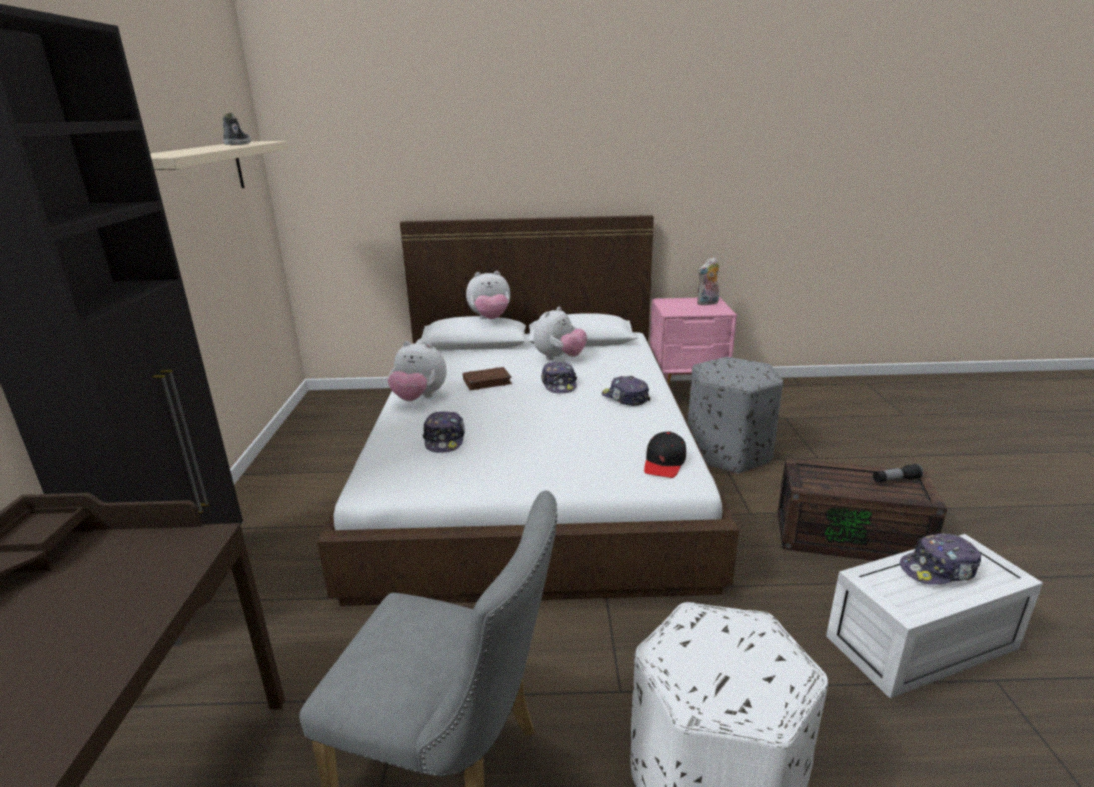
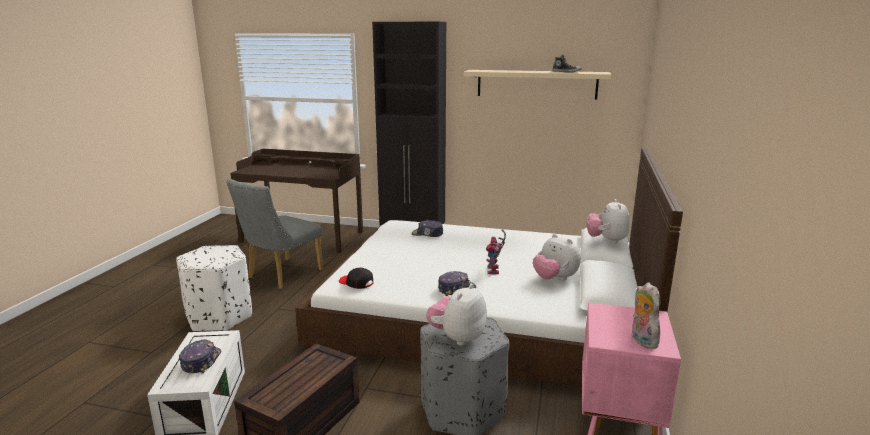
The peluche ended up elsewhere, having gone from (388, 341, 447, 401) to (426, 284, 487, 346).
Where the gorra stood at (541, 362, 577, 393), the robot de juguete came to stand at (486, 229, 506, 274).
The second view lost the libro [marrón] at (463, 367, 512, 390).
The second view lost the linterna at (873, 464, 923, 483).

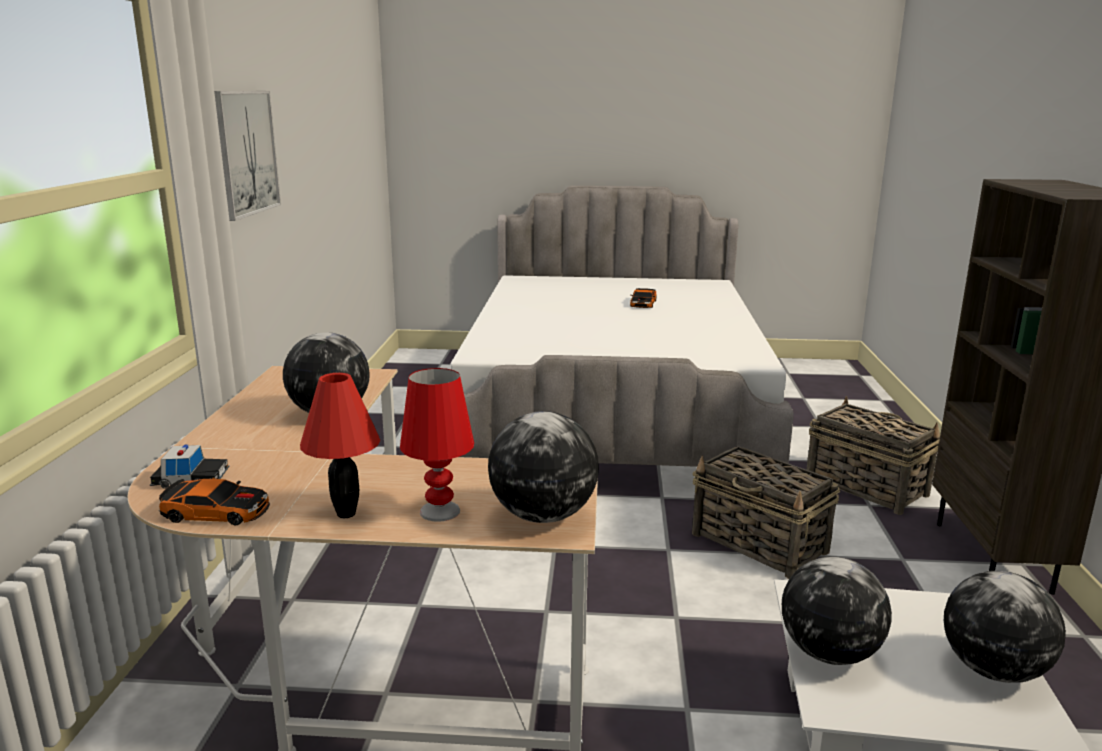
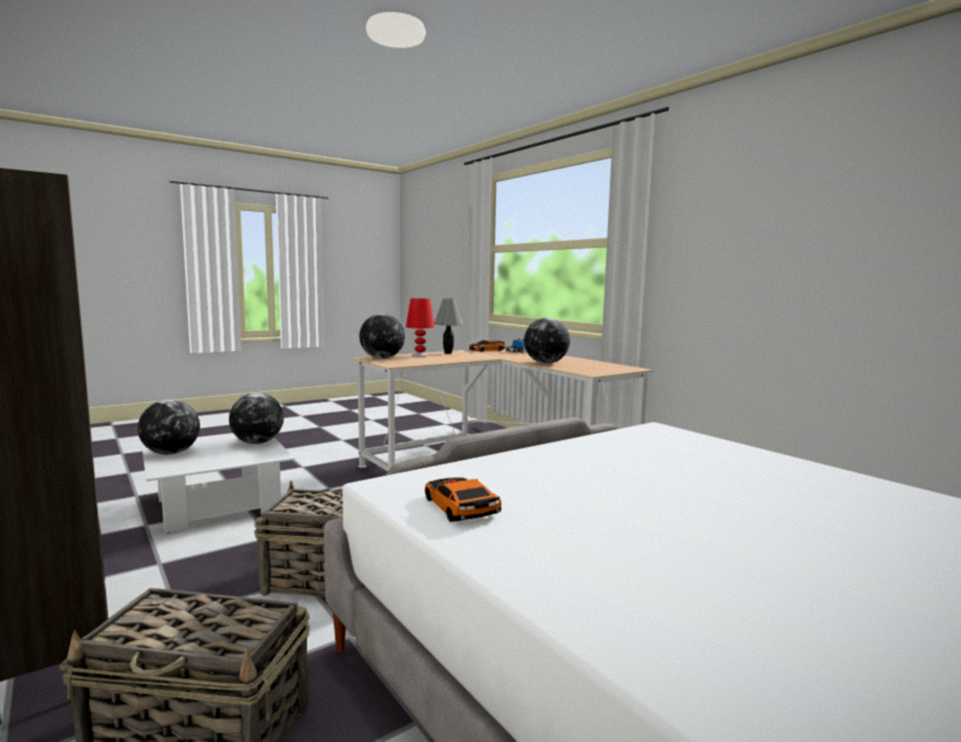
The coche de juguete ended up elsewhere, having gone from (630, 288, 657, 308) to (425, 477, 501, 522).
What was the lámpara de mesa [rojo] at (300, 373, 380, 518) turned into the lámpara de mesa [gris] at (434, 298, 463, 354).
The second view lost the cuadro at (214, 91, 281, 221).

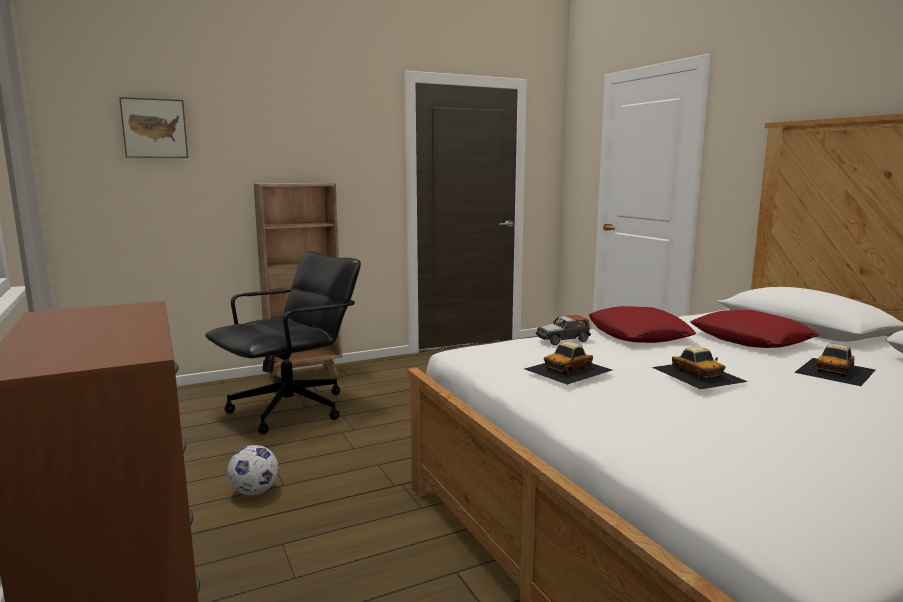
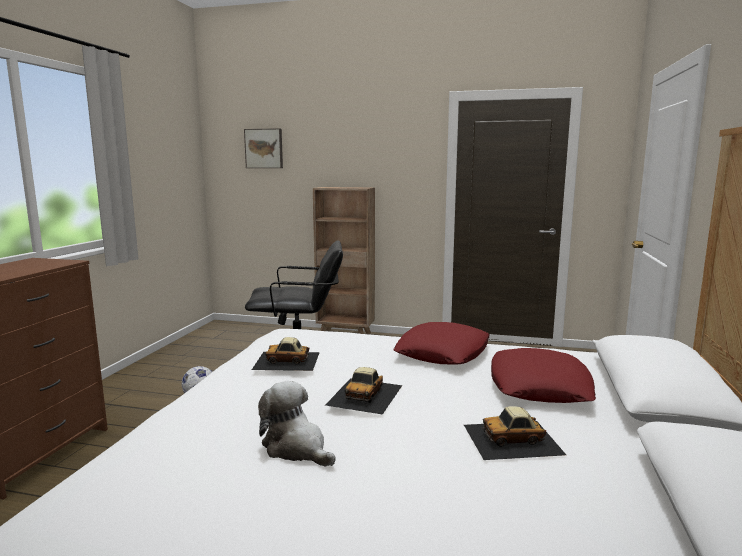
The second view gained the peluche at (258, 381, 336, 466).
The second view lost the coche de juguete at (536, 315, 591, 345).

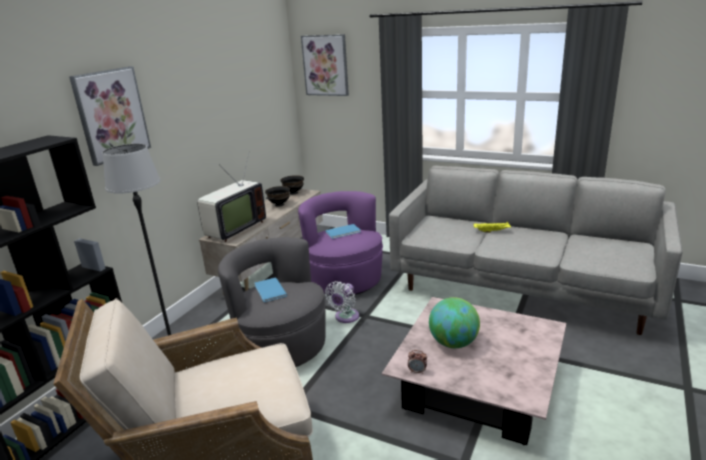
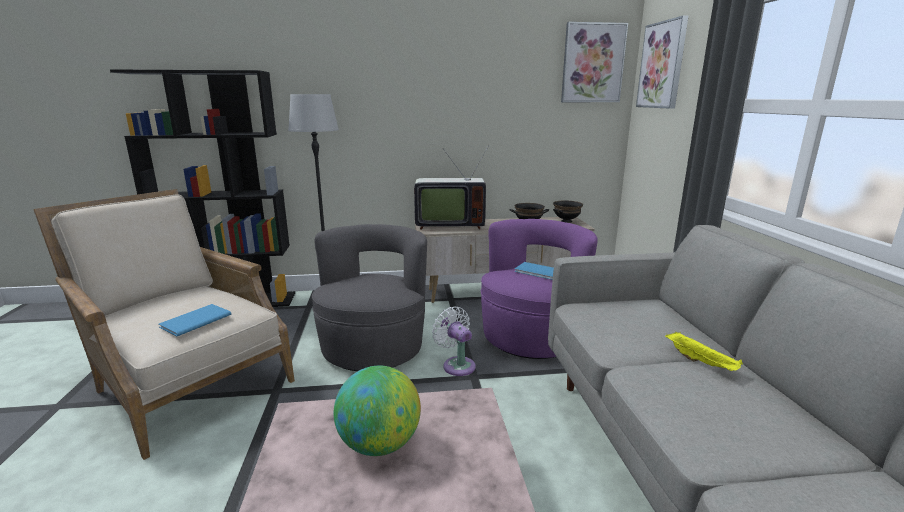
The libro [azul] ended up elsewhere, having gone from (254, 278, 287, 302) to (158, 304, 231, 337).
The ventilador [blanco] at (325, 281, 359, 323) ended up facing another way, 60 degrees clockwise from before.
The cuadro ended up elsewhere, having gone from (69, 66, 151, 166) to (561, 22, 628, 102).
The second view lost the despertador at (408, 350, 427, 374).

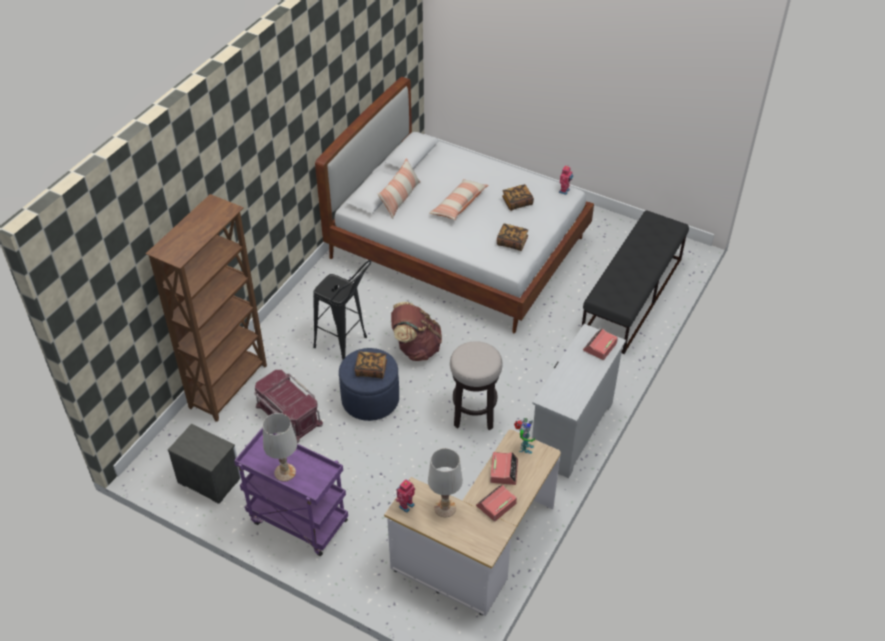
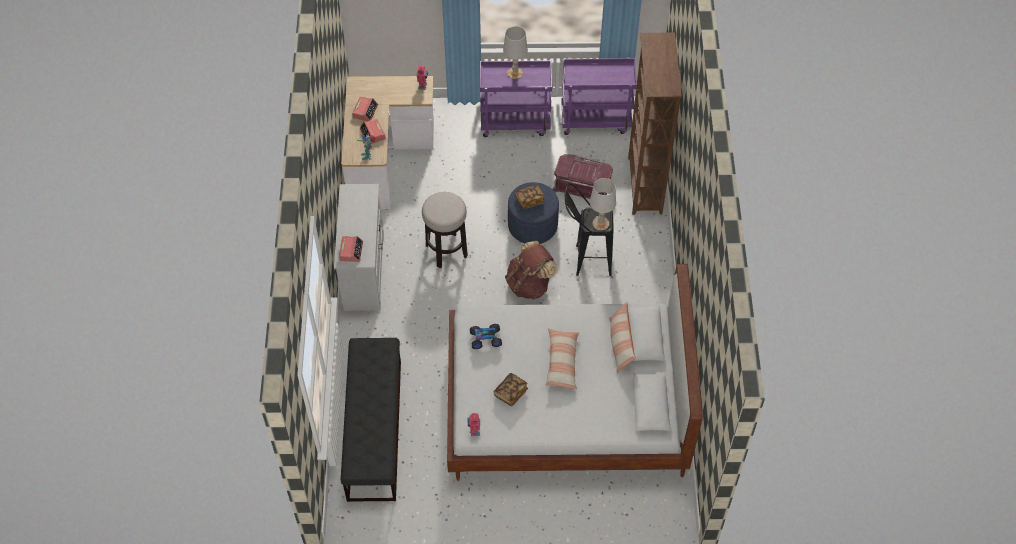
Where the libro stood at (497, 223, 528, 251), the coche de juguete came to stand at (470, 324, 502, 349).
Where the mesita de noche stood at (168, 424, 241, 504), the carrito [morado] came to stand at (561, 57, 637, 135).
The lámpara de mesa [blanco] ended up elsewhere, having gone from (428, 448, 463, 517) to (590, 178, 616, 231).

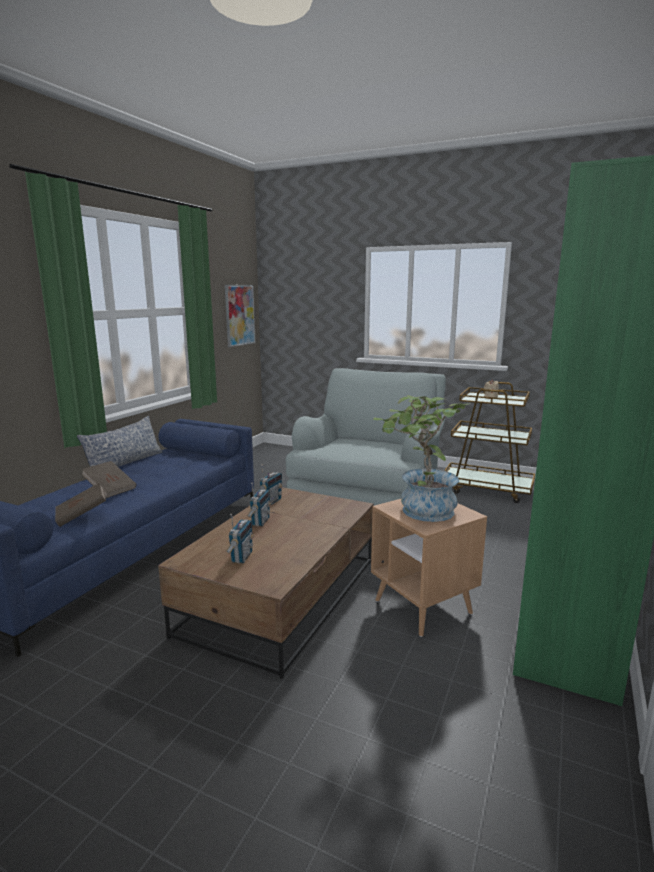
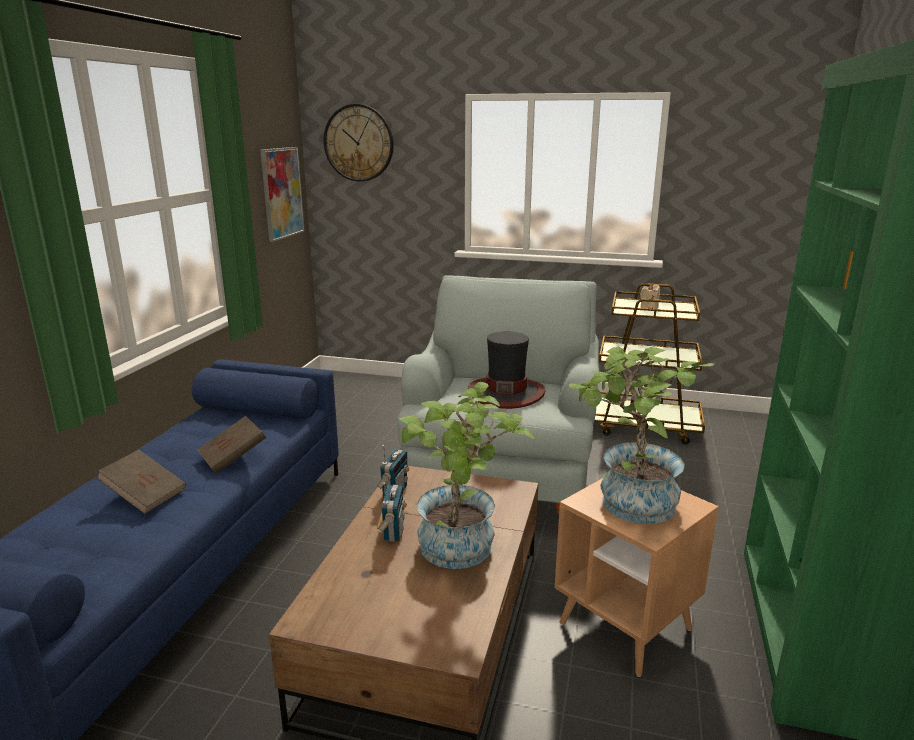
The libro [marrón] ended up elsewhere, having gone from (55, 483, 106, 527) to (197, 416, 266, 474).
The second view gained the reloj de pared at (324, 104, 394, 182).
The second view gained the planta en maceta at (399, 382, 535, 569).
The second view gained the sombrero at (468, 332, 546, 409).
The second view lost the cojín at (77, 416, 163, 467).
The second view lost the radio at (226, 514, 254, 564).

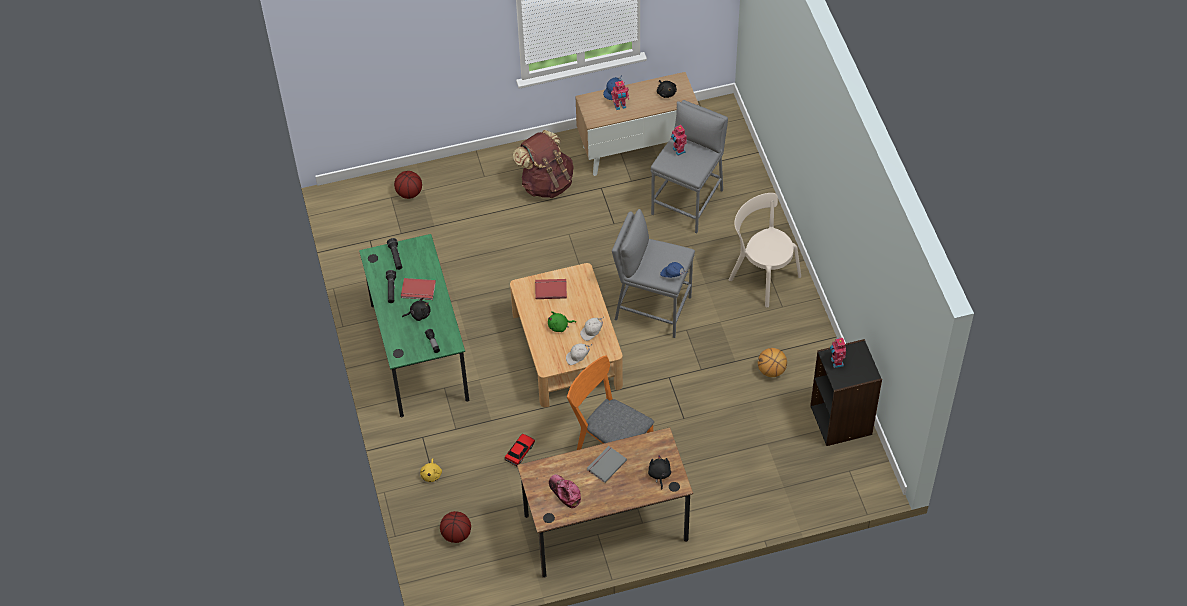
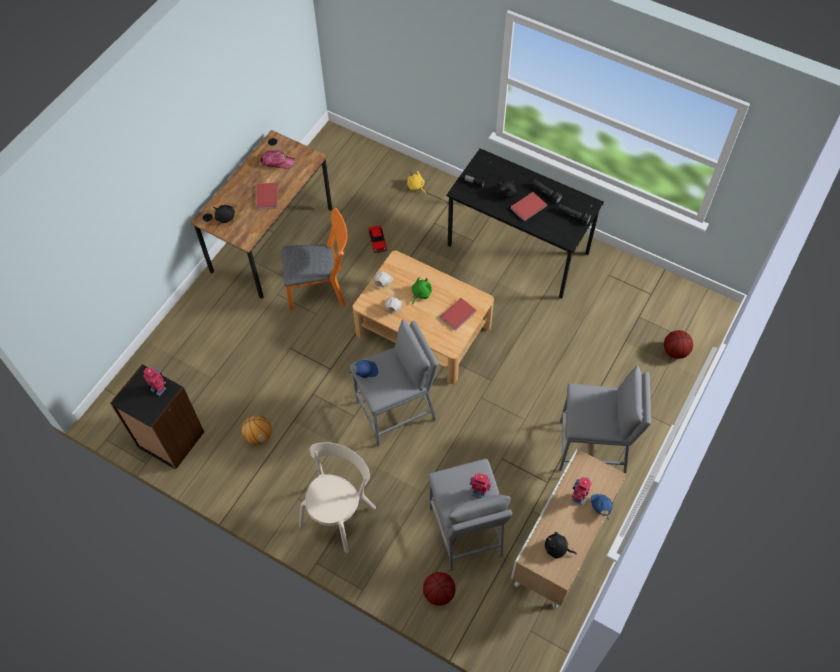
What was the libro [gris] at (587, 446, 627, 483) turned into the libro [rojo] at (256, 183, 278, 209).
The silla [beis] at (728, 193, 801, 307) ended up facing another way, 60 degrees counterclockwise from before.
The balón de baloncesto ended up elsewhere, having gone from (440, 511, 471, 543) to (423, 572, 456, 606).
What was the escritorio [verde] at (359, 234, 469, 417) turned into the escritorio [negro] at (446, 148, 604, 299).
Where the mochila [marrón] stood at (513, 130, 574, 198), the taburete [gris] came to stand at (559, 366, 651, 473).

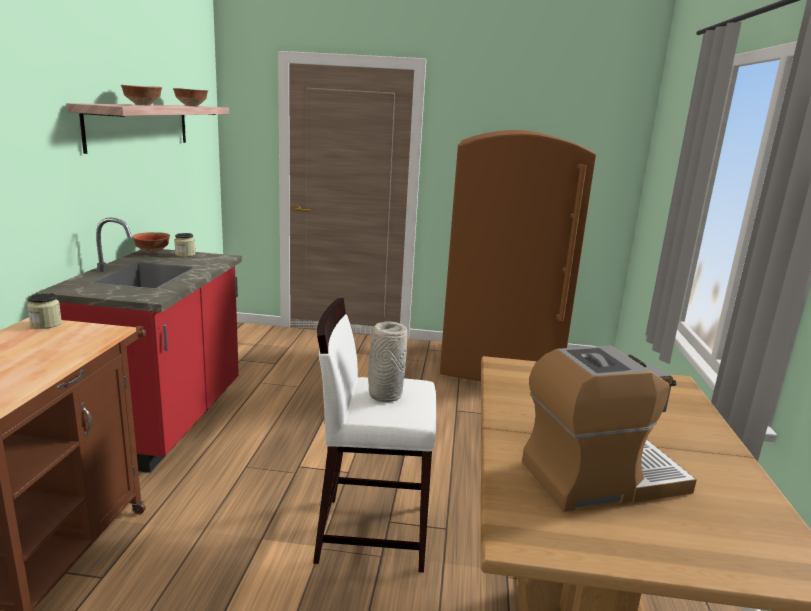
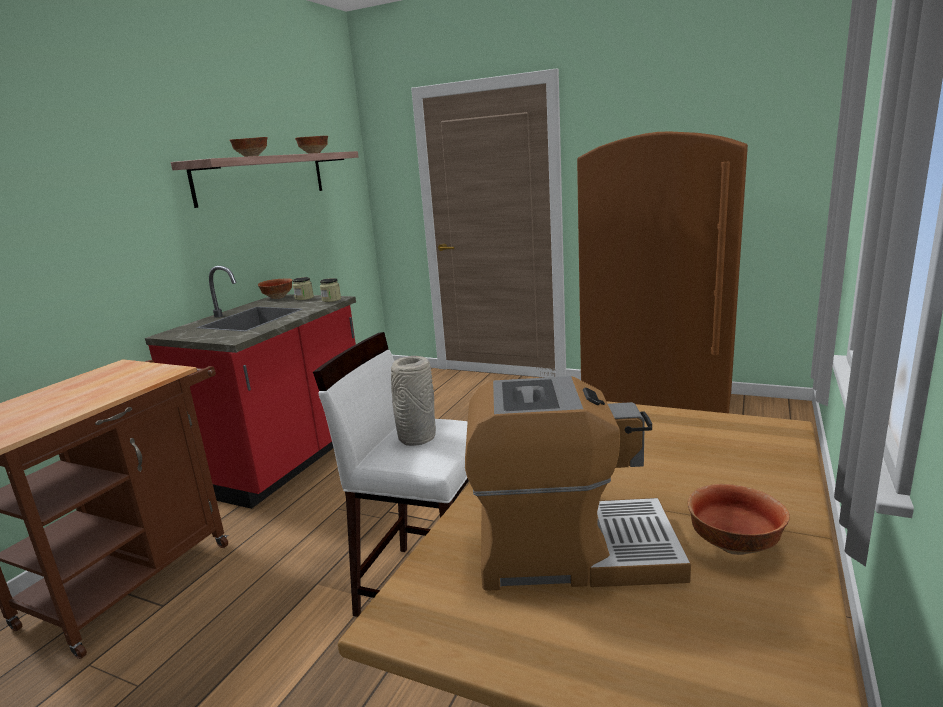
The tarro ended up elsewhere, having gone from (27, 293, 62, 329) to (320, 278, 341, 302).
The second view gained the cuenco at (688, 484, 790, 555).

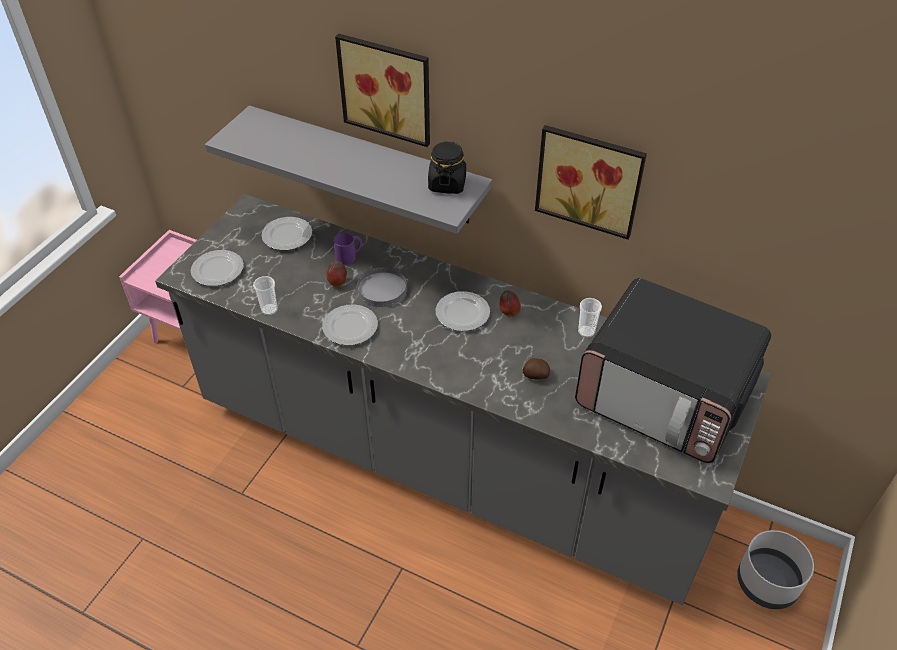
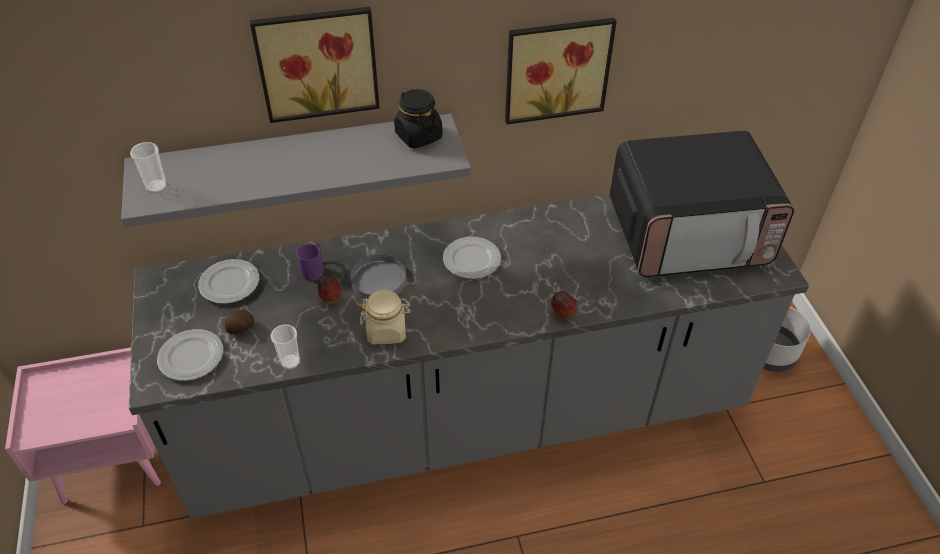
The taza ended up elsewhere, having gone from (578, 298, 602, 338) to (130, 142, 167, 193).
The patata ended up elsewhere, having gone from (523, 358, 550, 380) to (225, 310, 254, 335).
Where the plato stood at (322, 305, 378, 345), the tarro [beis] came to stand at (360, 290, 411, 344).
The manzana ended up elsewhere, having gone from (500, 290, 521, 317) to (551, 291, 577, 318).

